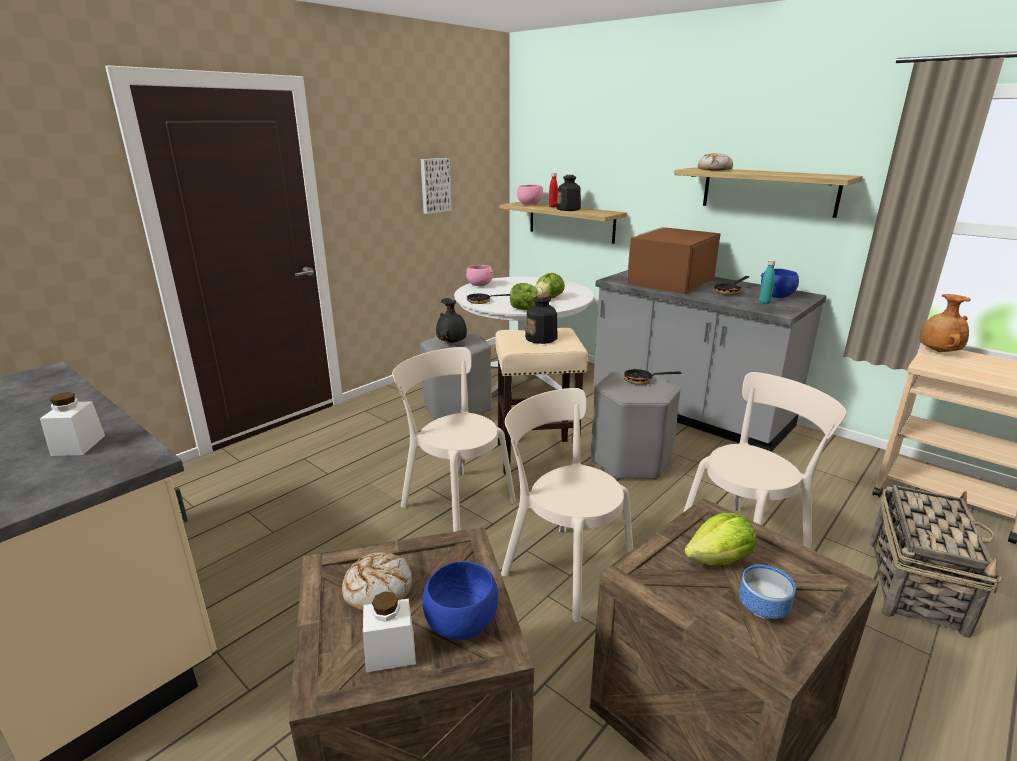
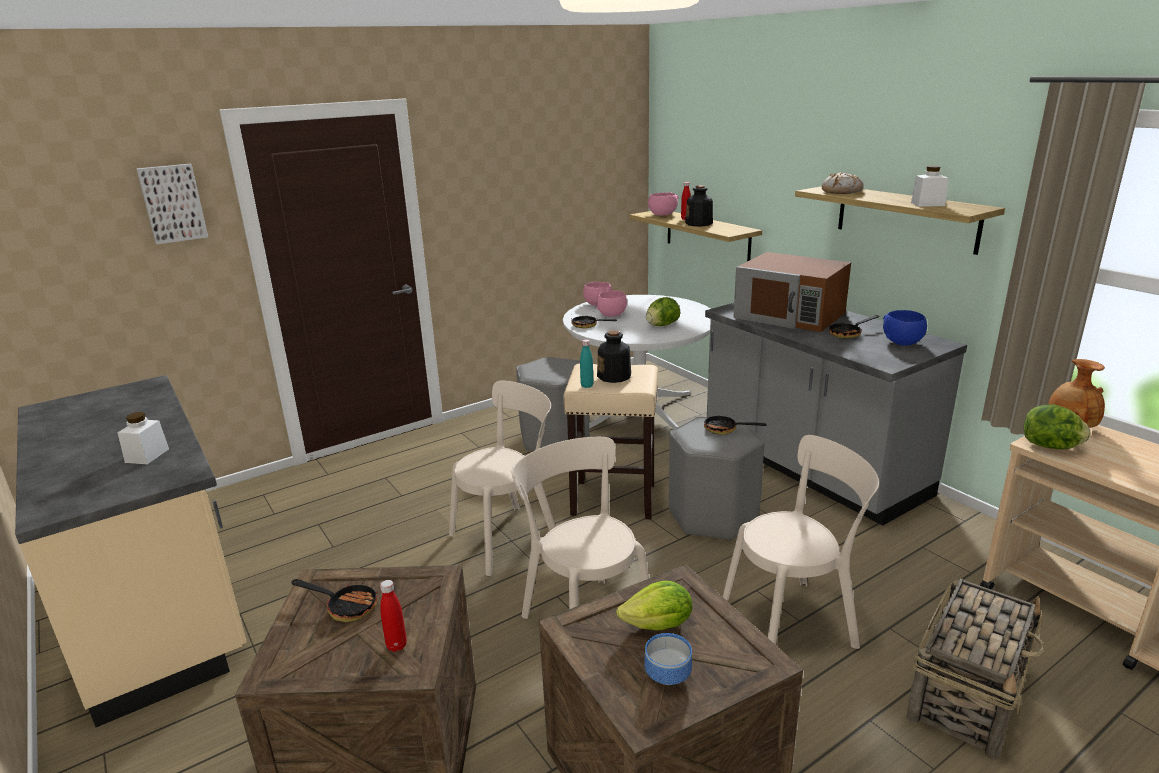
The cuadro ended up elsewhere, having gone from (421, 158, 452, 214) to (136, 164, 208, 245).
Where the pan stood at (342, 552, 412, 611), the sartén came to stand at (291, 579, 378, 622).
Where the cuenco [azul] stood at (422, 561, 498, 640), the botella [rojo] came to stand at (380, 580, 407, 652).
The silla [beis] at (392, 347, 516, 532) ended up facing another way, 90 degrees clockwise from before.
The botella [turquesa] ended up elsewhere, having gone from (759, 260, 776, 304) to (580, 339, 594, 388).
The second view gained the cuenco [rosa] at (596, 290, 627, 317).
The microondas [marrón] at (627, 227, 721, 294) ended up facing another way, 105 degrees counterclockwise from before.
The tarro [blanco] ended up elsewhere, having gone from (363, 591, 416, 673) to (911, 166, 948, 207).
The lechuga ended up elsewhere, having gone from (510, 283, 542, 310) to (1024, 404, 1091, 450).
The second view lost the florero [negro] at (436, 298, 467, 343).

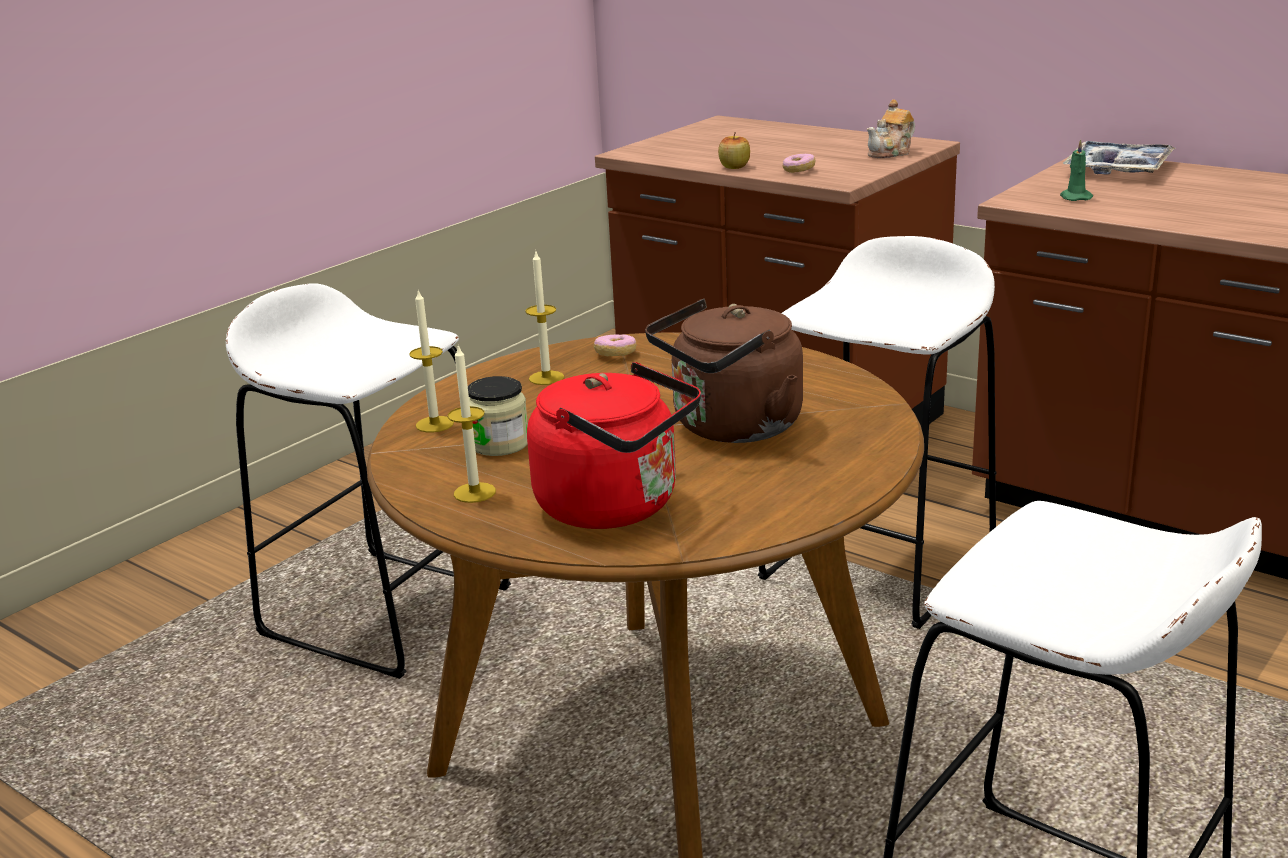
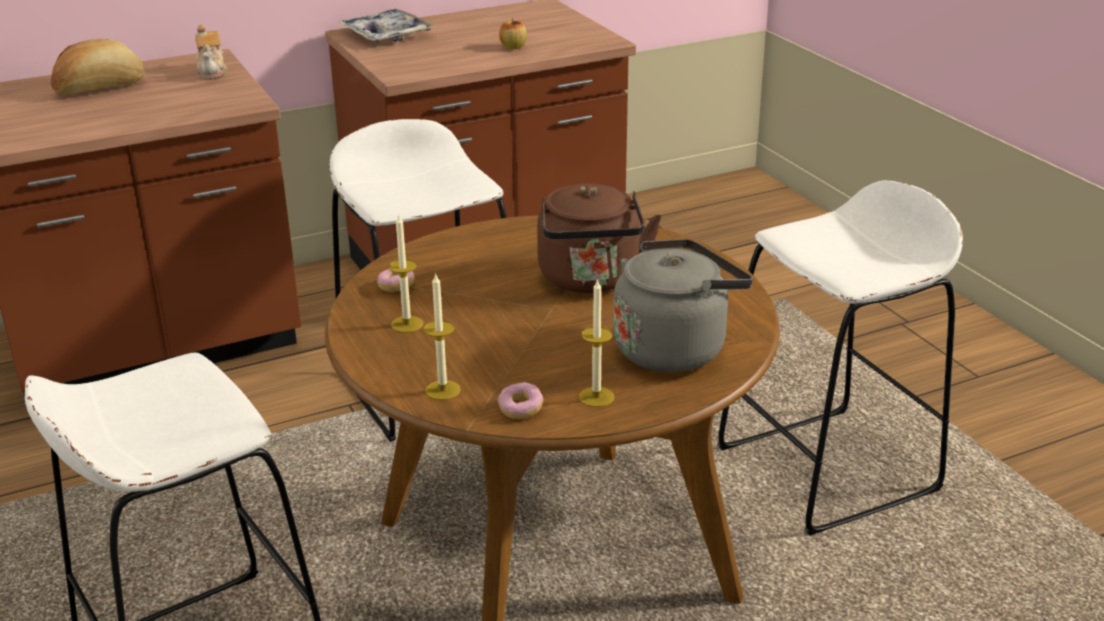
The second view gained the pan at (51, 39, 145, 95).
The rosquilla ended up elsewhere, having gone from (783, 154, 815, 173) to (498, 382, 543, 419).
The manzana ended up elsewhere, having gone from (718, 132, 750, 169) to (499, 18, 527, 50).
What was the hervidor [rojo] at (527, 362, 701, 529) turned into the hervidor [gris] at (613, 239, 753, 372).
The second view lost the tarro at (468, 376, 528, 456).
The second view lost the vela [verde] at (1060, 139, 1093, 201).

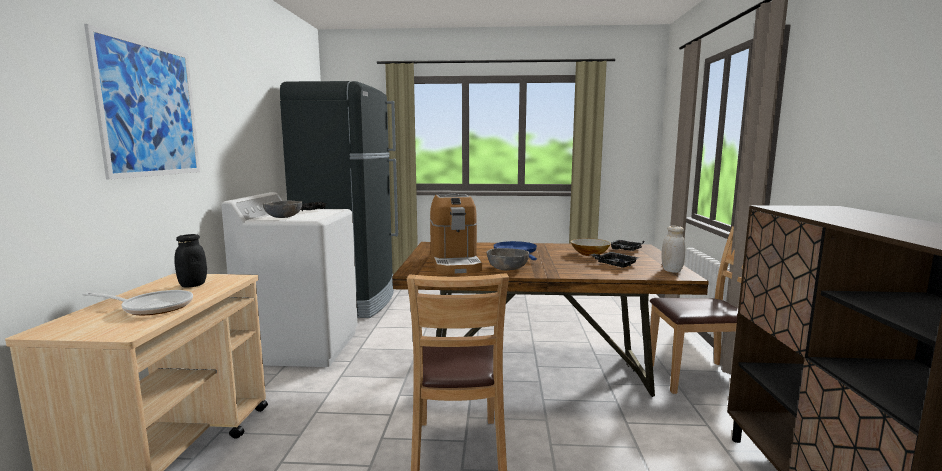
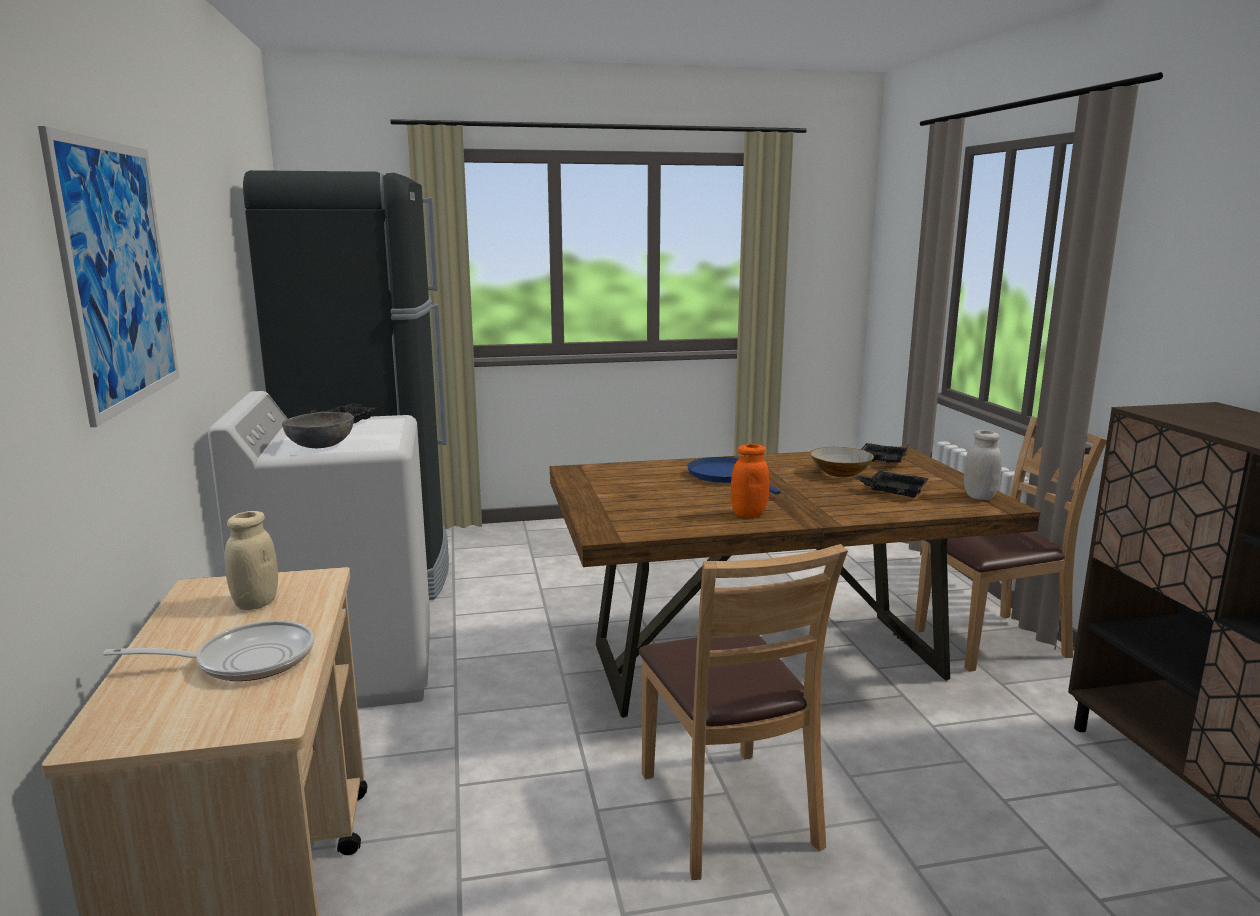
What was the tarro [negro] at (174, 234, 207, 287) turned into the tarro [beis] at (225, 511, 278, 610).
Where the cuenco [gris] stood at (487, 248, 529, 270), the tarro [naranja] came to stand at (731, 444, 769, 518).
The second view lost the cafetera at (430, 193, 482, 274).

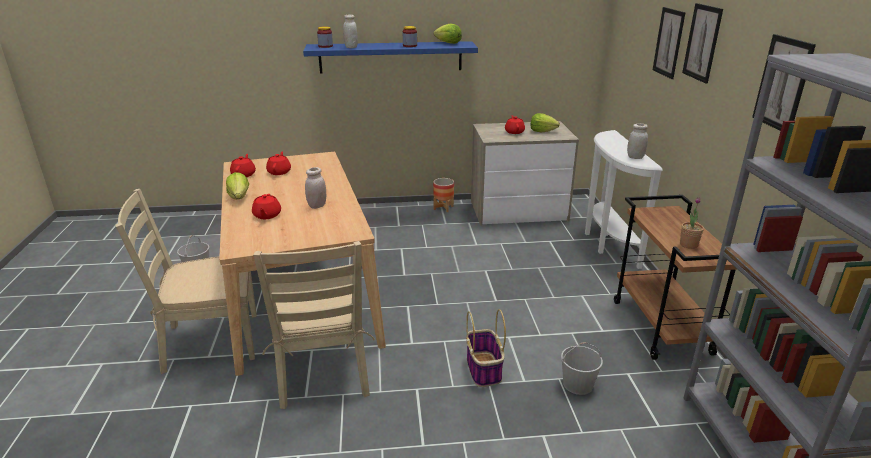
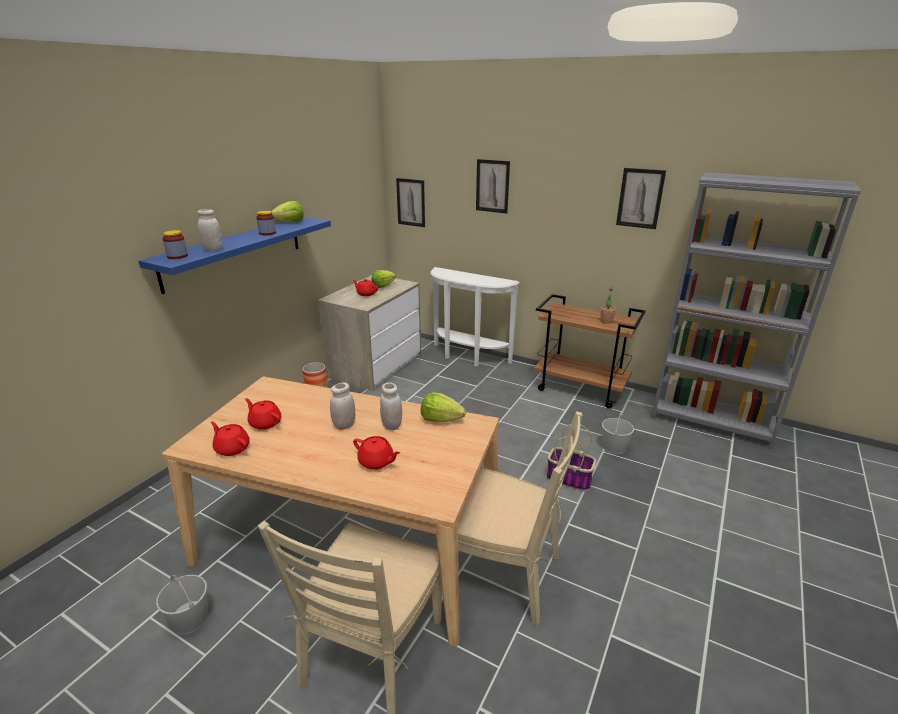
The tarro [blanco] ended up elsewhere, having gone from (627, 124, 648, 159) to (330, 382, 355, 430).
The cuadro ended up elsewhere, having gone from (682, 3, 723, 84) to (396, 178, 425, 227).
The lechuga ended up elsewhere, having gone from (226, 172, 249, 200) to (421, 392, 466, 422).

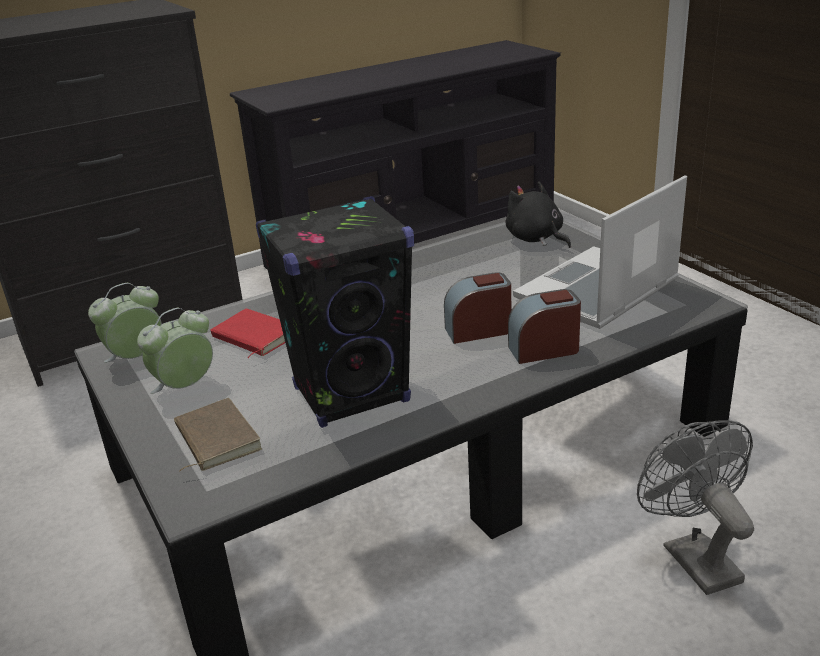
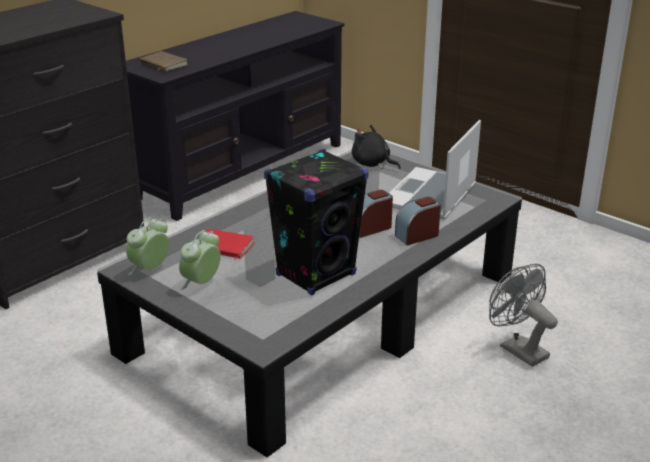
The libro [marrón] ended up elsewhere, having gone from (174, 398, 262, 472) to (140, 51, 188, 71).

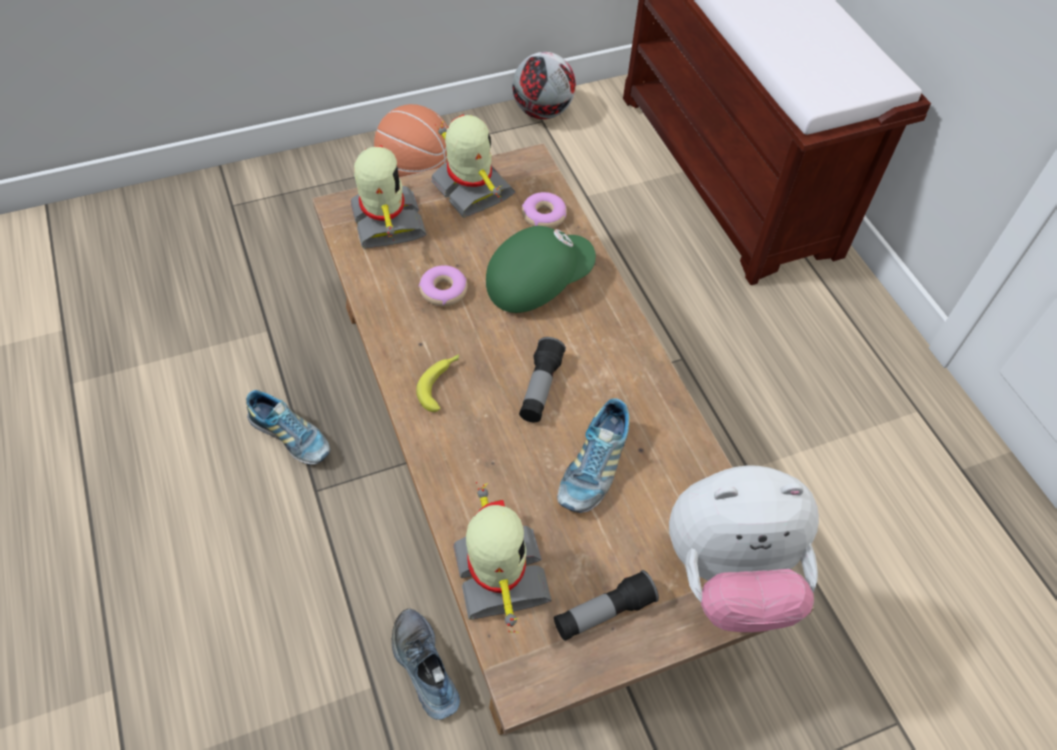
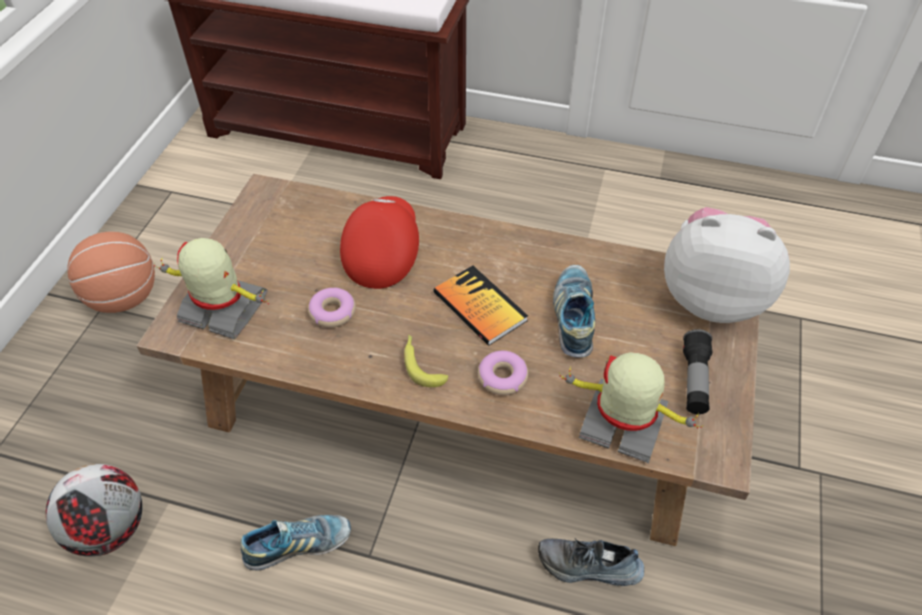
The balón de fútbol ended up elsewhere, having gone from (512, 52, 576, 119) to (46, 464, 143, 557).
What was the gorra [verde] at (486, 226, 596, 313) turned into the gorra [rojo] at (340, 196, 419, 289).
Where the linterna stood at (519, 337, 566, 422), the libro came to stand at (434, 266, 528, 346).
The rosquilla ended up elsewhere, having gone from (522, 192, 567, 228) to (478, 351, 528, 395).
The zapato at (557, 398, 630, 513) ended up facing another way, 150 degrees counterclockwise from before.
The peluche at (669, 465, 819, 632) ended up facing another way, 105 degrees counterclockwise from before.
The second view lost the robot de juguete at (431, 115, 515, 218).

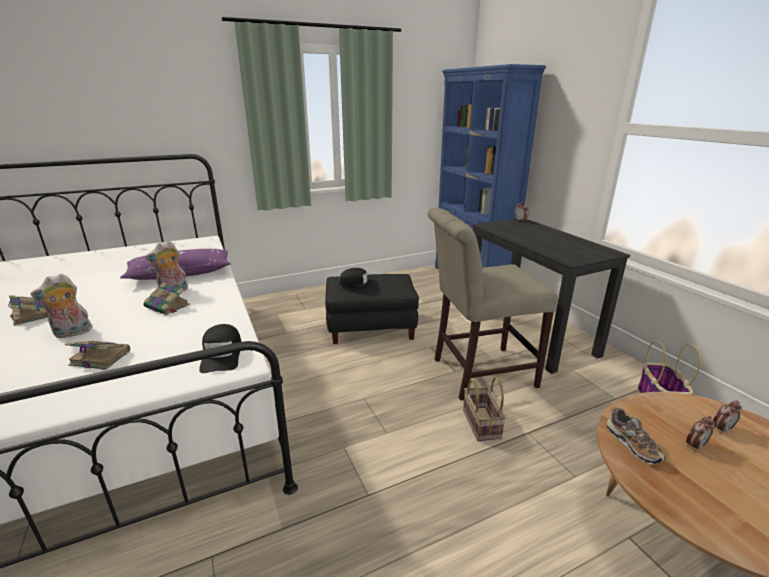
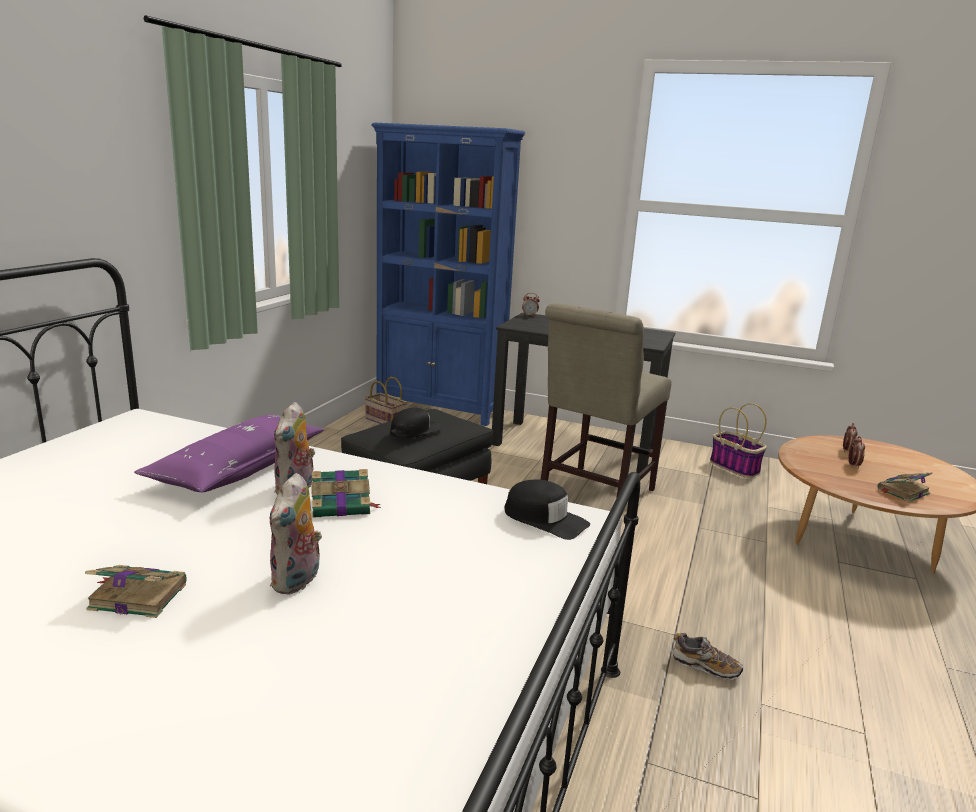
The cesta ended up elsewhere, having gone from (463, 377, 506, 441) to (365, 377, 407, 424).
The zapato ended up elsewhere, having gone from (607, 407, 665, 464) to (673, 633, 743, 680).
The libro ended up elsewhere, having gone from (65, 341, 130, 370) to (877, 473, 932, 502).

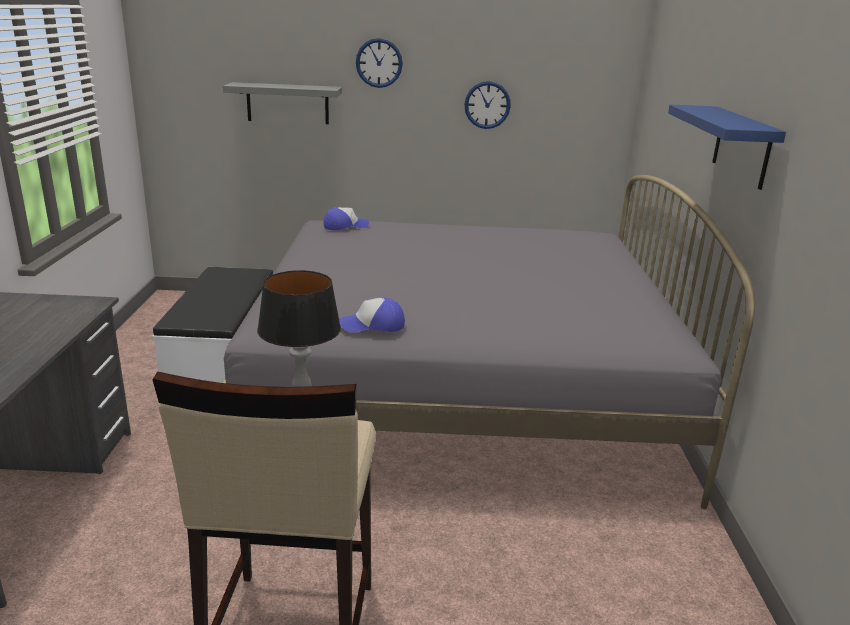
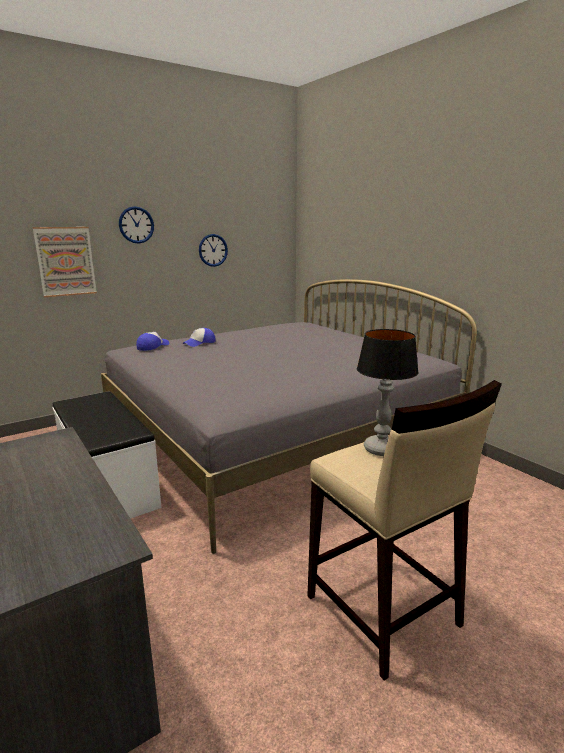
Where the estante [gris] hung at (223, 82, 342, 124), the cuadro came to hang at (33, 227, 97, 297).
The gorra ended up elsewhere, having gone from (339, 298, 405, 332) to (183, 328, 215, 347).
The second view lost the estante [azul] at (668, 104, 786, 190).

